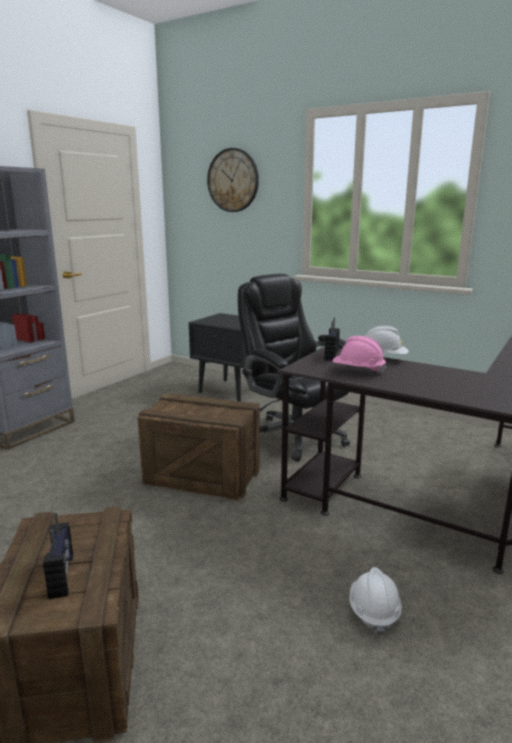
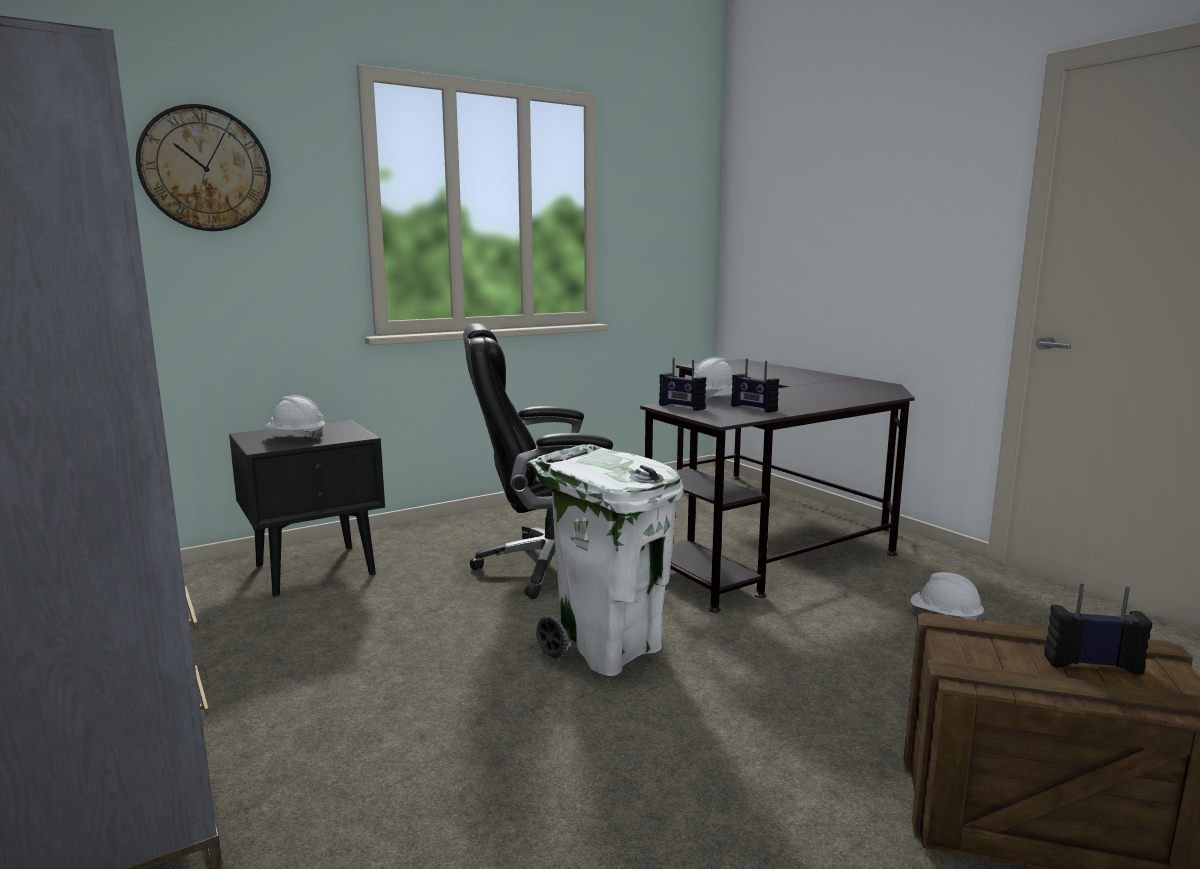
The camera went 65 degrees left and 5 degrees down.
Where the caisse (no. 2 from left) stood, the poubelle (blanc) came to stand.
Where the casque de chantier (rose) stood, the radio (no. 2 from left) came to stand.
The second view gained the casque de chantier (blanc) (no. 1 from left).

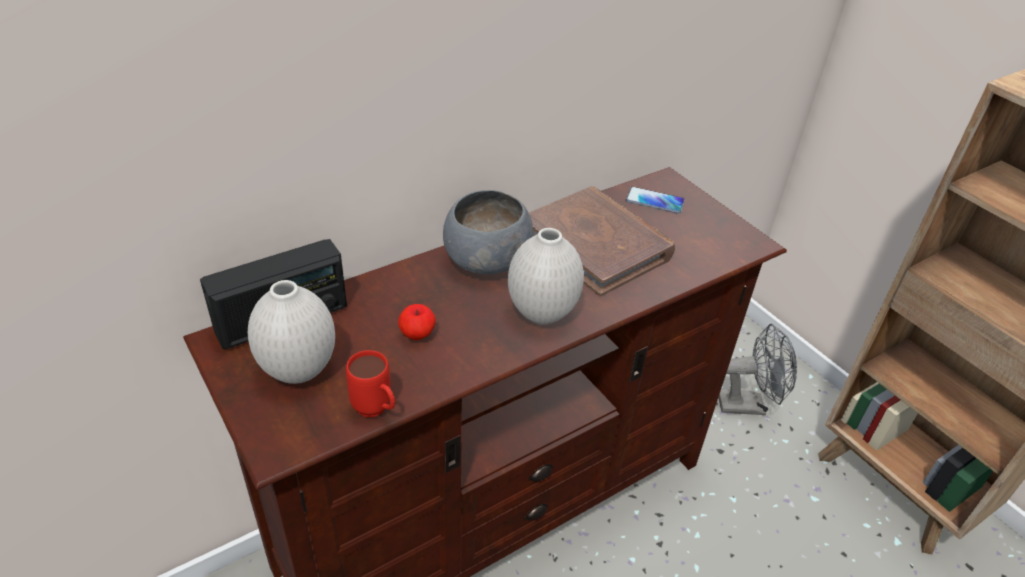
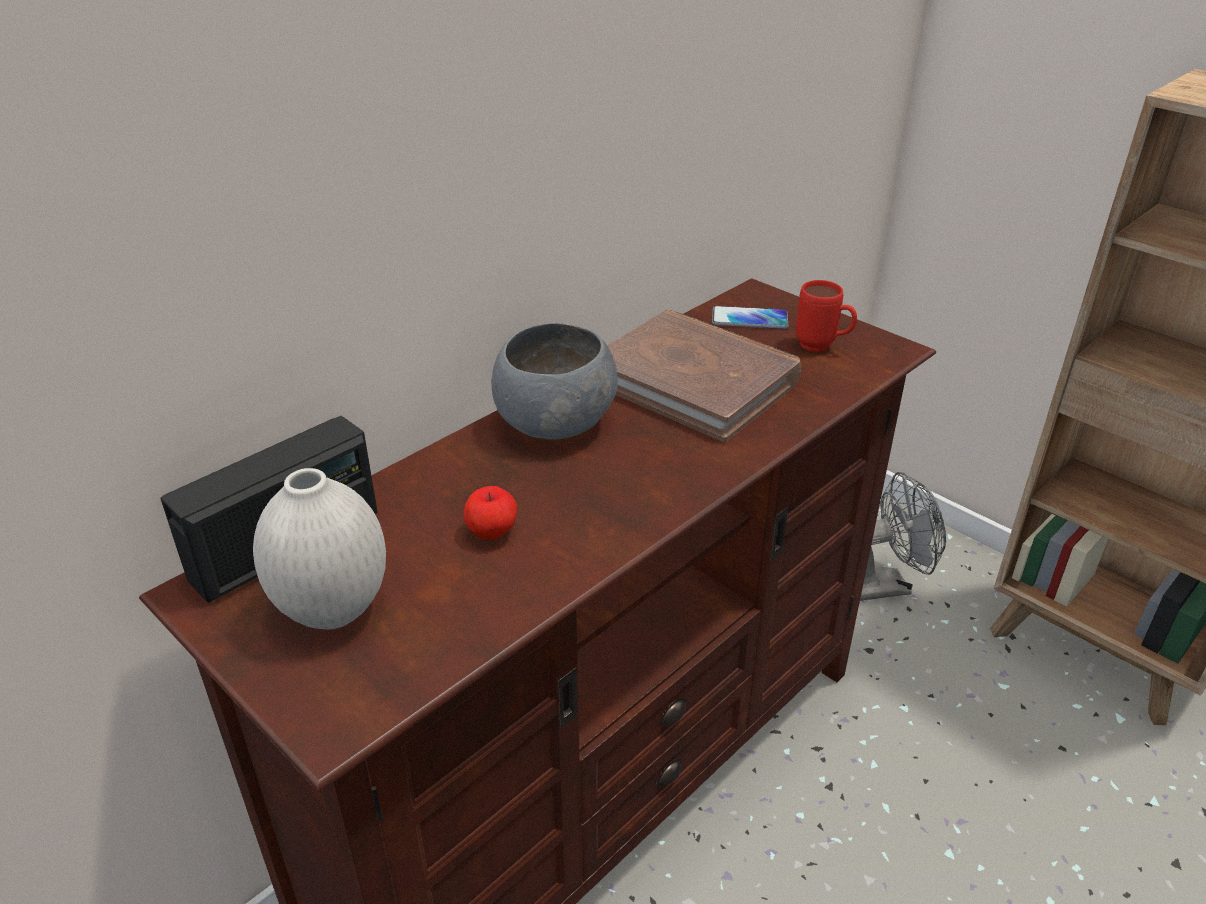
The camera went 10 degrees left and 5 degrees down.
The mug (rouge) ended up elsewhere.
The second view lost the vase (blanc) (no. 2 from left).

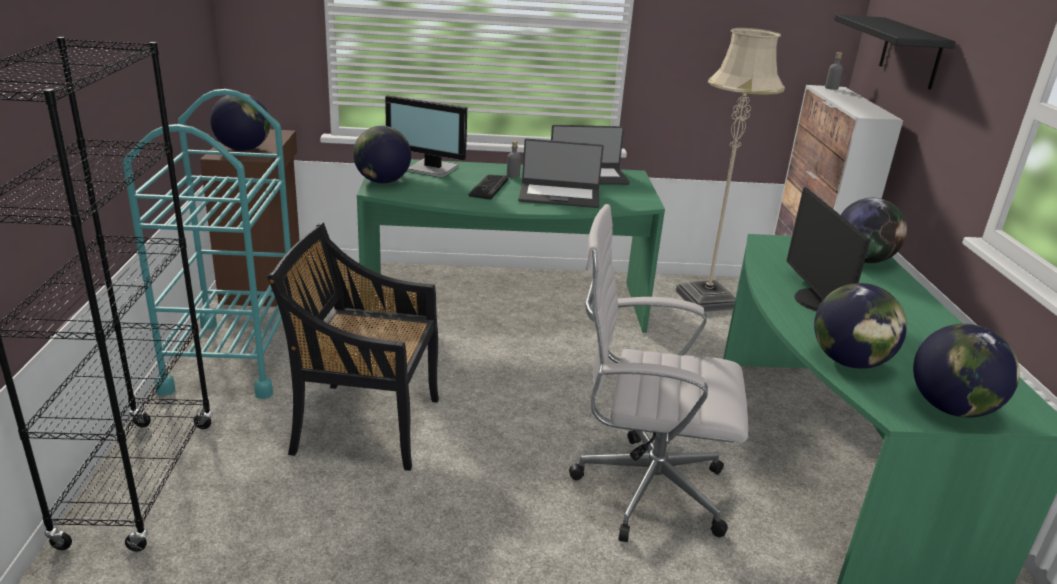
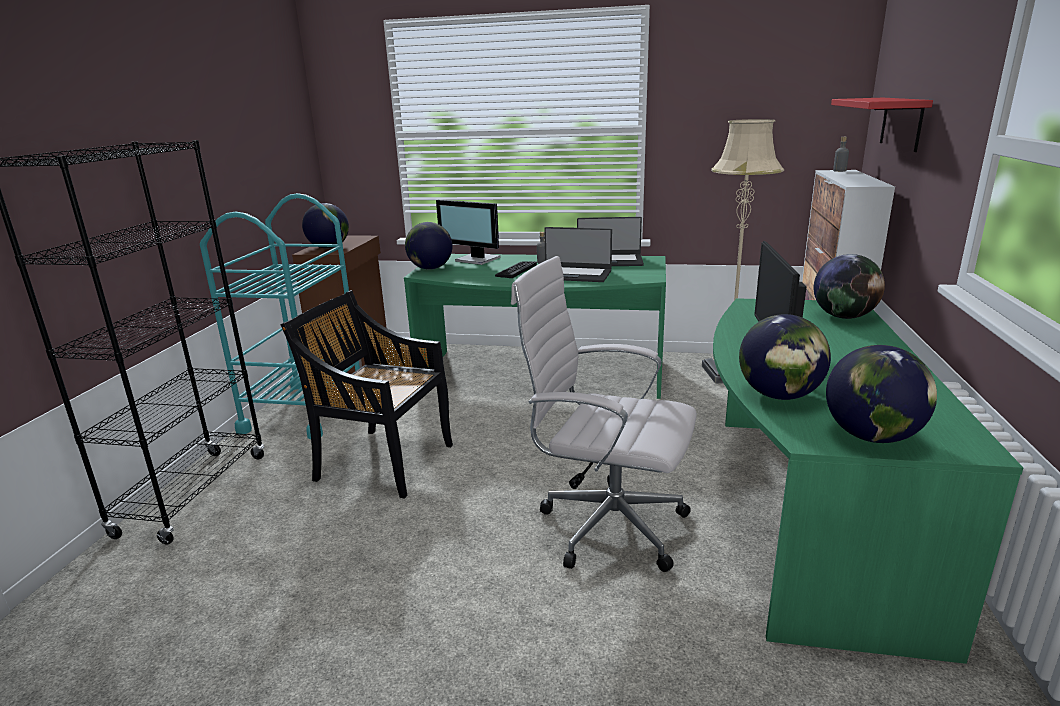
The camera went 15 degrees right and 5 degrees down.
What was the étagère (noir) turned into the étagère (rouge).

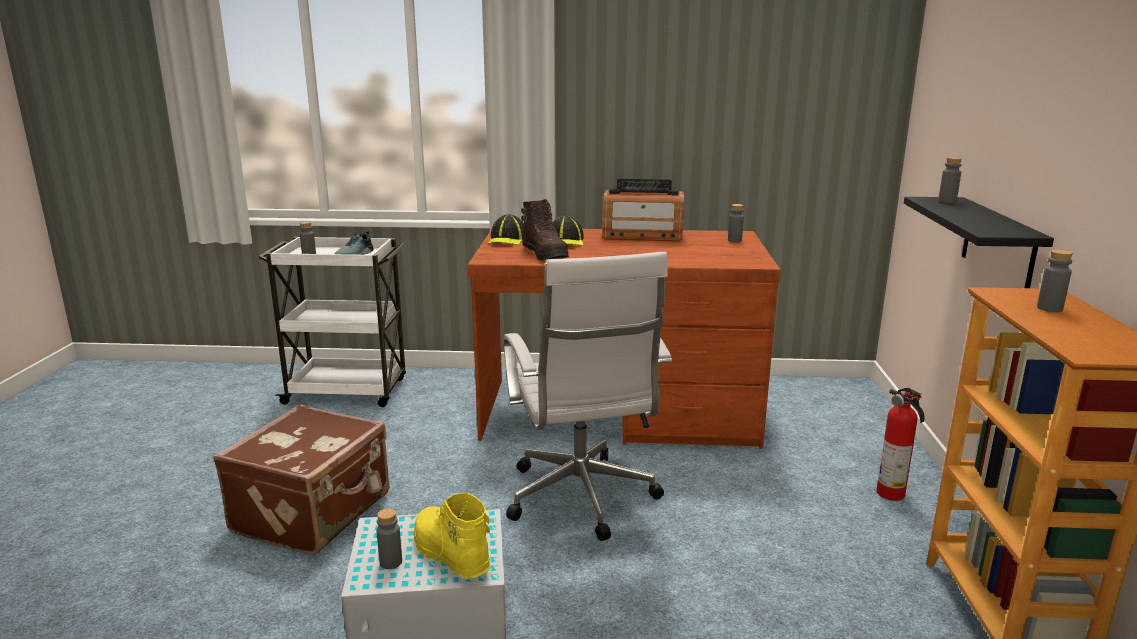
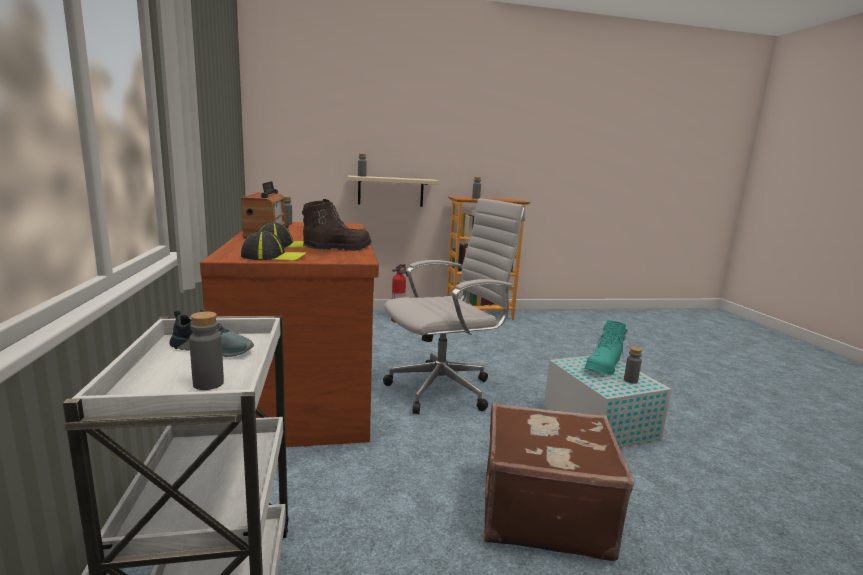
The camera went 105 degrees left and 5 degrees down.
What was the botte (jaune) turned into the botte (turquoise).
What was the étagère (noir) turned into the étagère (beige).

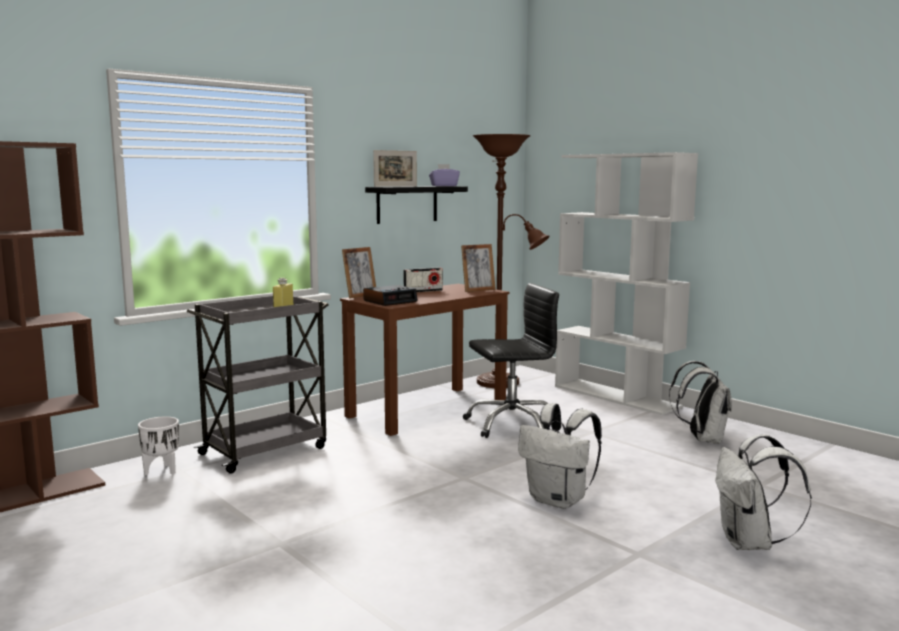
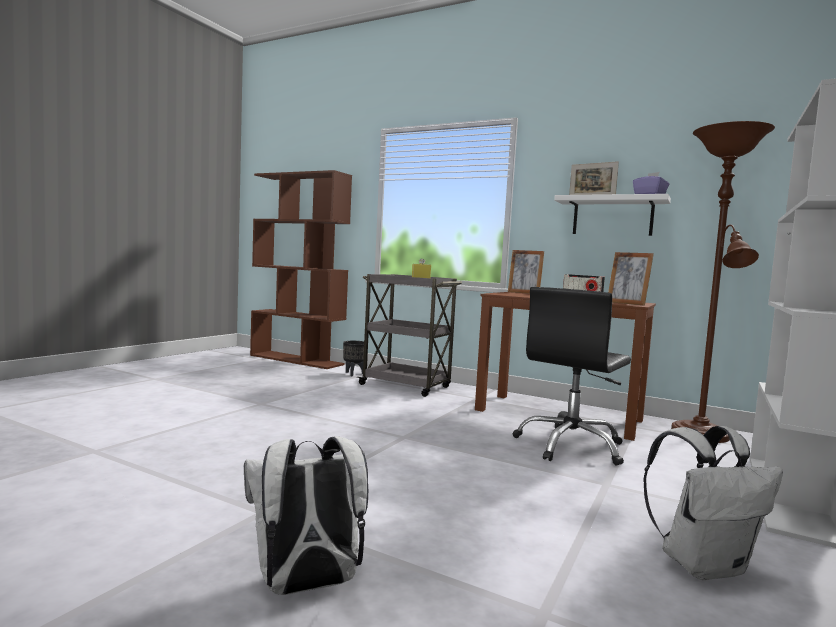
The camera went 70 degrees right and 5 degrees down.
What was the cache-pot (blanc) turned into the cache-pot (noir).
The second view lost the réveil.
What was the étagère (noir) turned into the étagère (blanc).
The chaise de bureau (noir) ended up facing another way, 75 degrees clockwise from before.
The second view lost the sac à dos (blanc) (no. 1 from left).

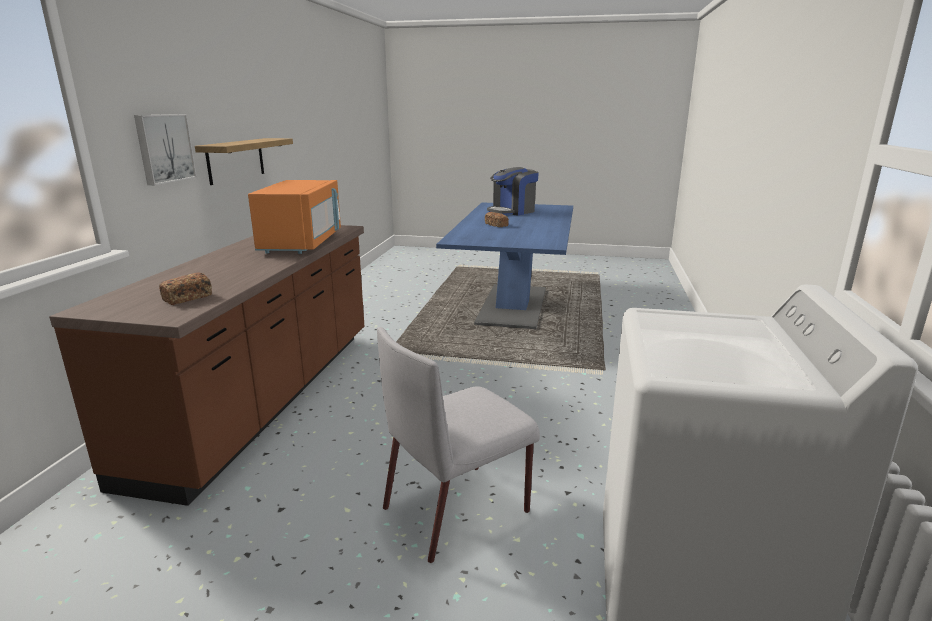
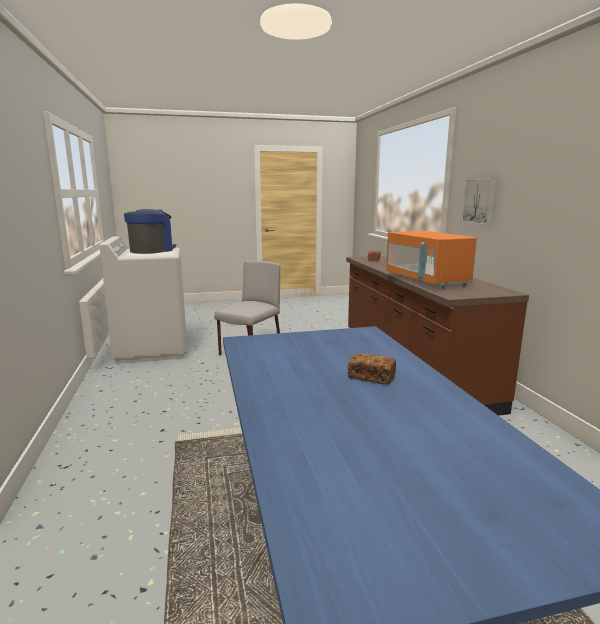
The camera went 155 degrees right and 5 degrees down.
The second view lost the étagère.
The machine à café ended up elsewhere.

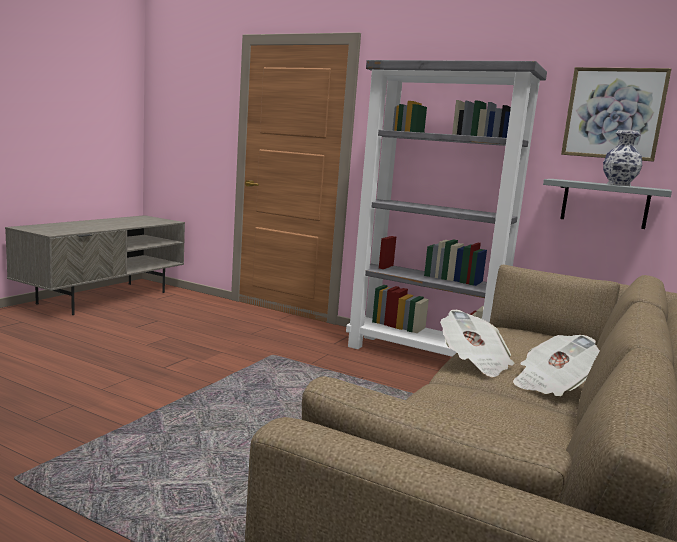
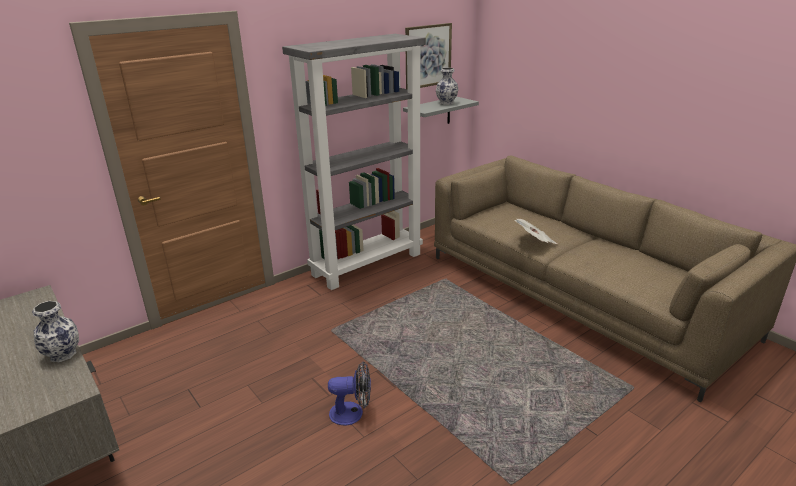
The camera went 65 degrees left and 15 degrees up.
The second view lost the journal (no. 2 from left).
The second view gained the vase (no. 1 from left).
The second view gained the ventilateur.

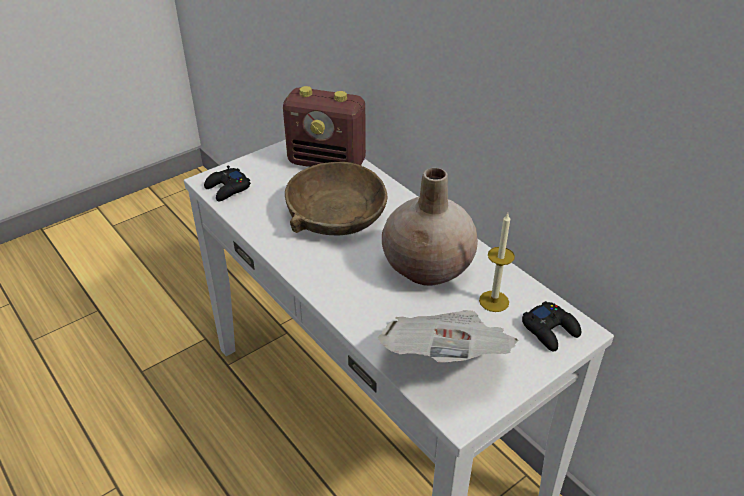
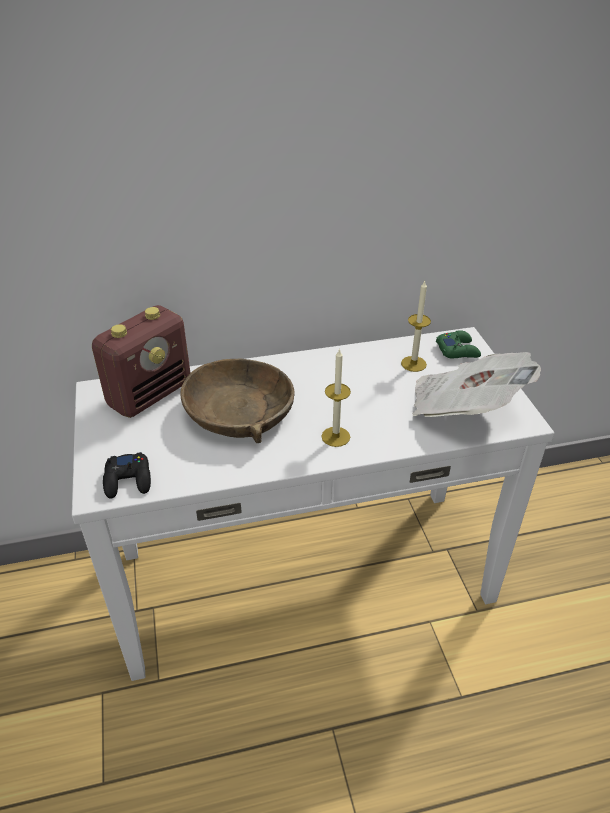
The camera went 65 degrees left and 0 degrees up.
The second view lost the vase (beige).
What was the manette (noir) (no. 2 from left) turned into the manette (vert).
The second view gained the bougie (no. 1 from left).

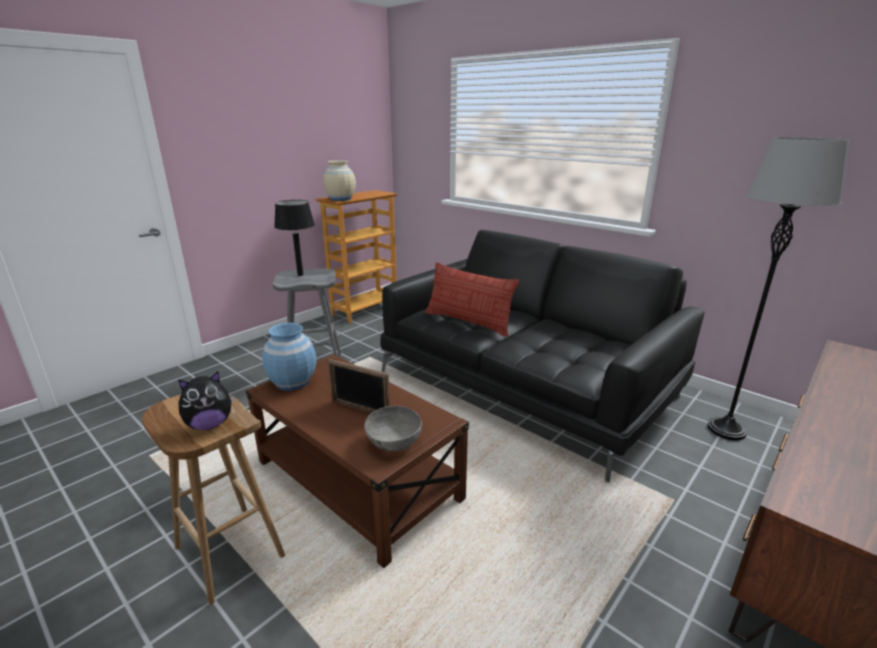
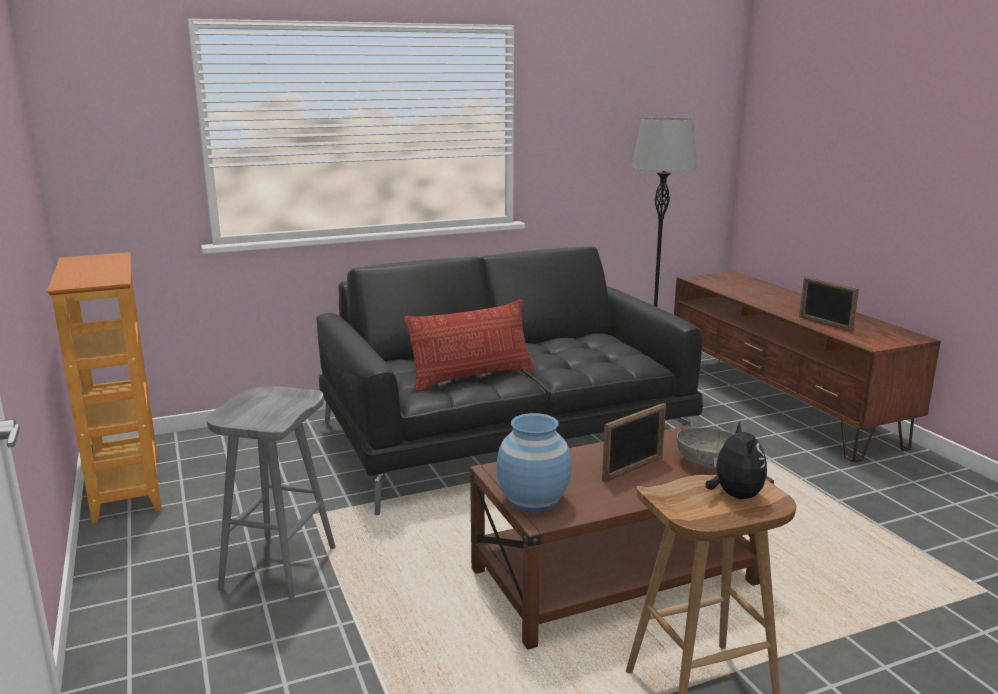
The camera went 65 degrees left and 5 degrees down.
The second view lost the lampe de table (noir).
The second view lost the vase (beige).
The second view gained the cadre photo (no. 2 from left).

